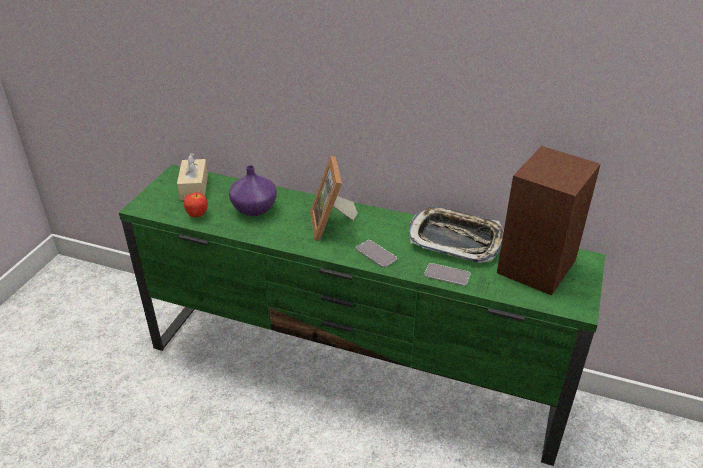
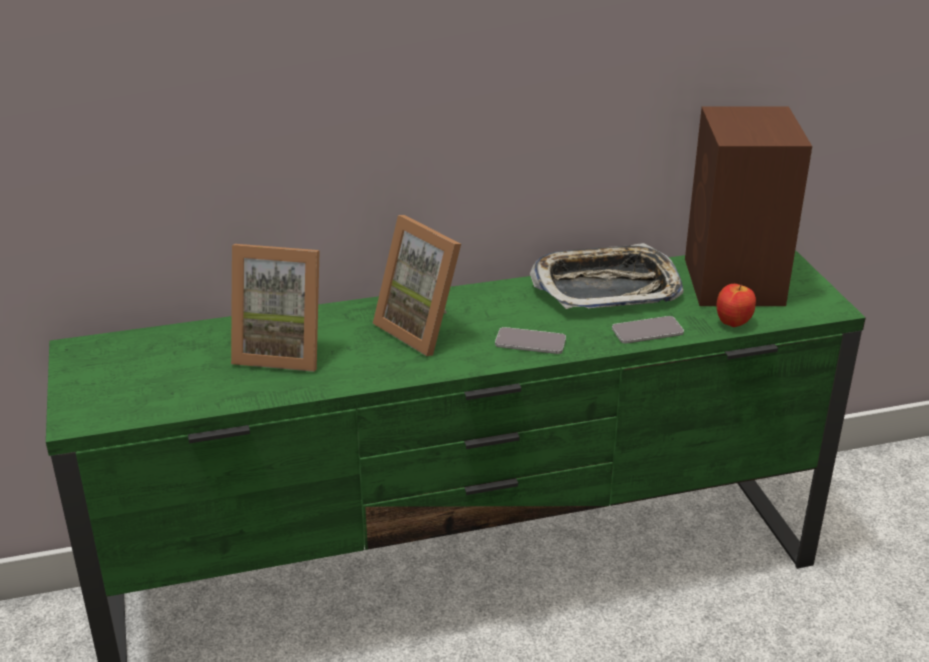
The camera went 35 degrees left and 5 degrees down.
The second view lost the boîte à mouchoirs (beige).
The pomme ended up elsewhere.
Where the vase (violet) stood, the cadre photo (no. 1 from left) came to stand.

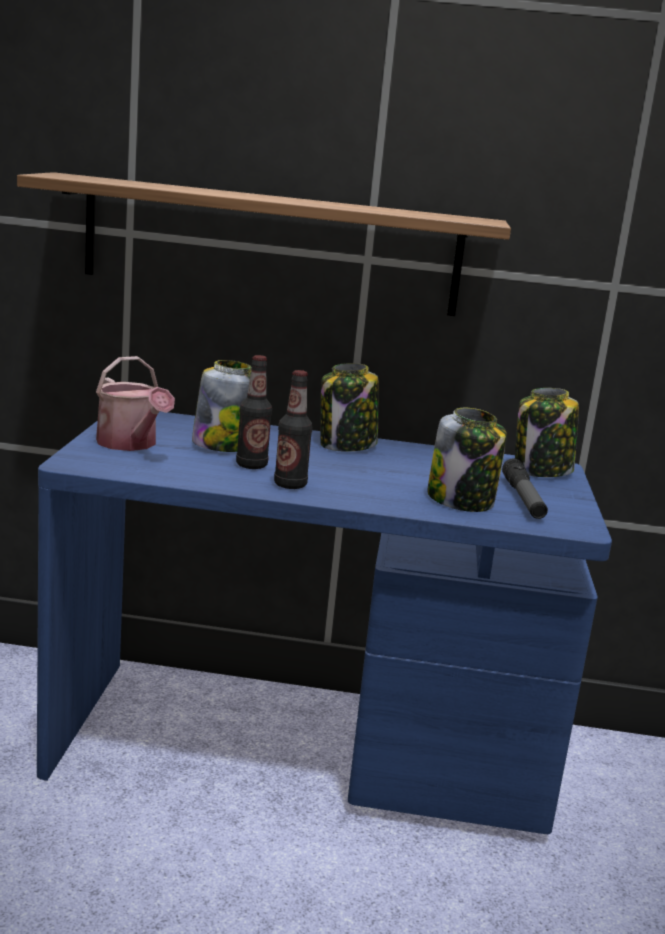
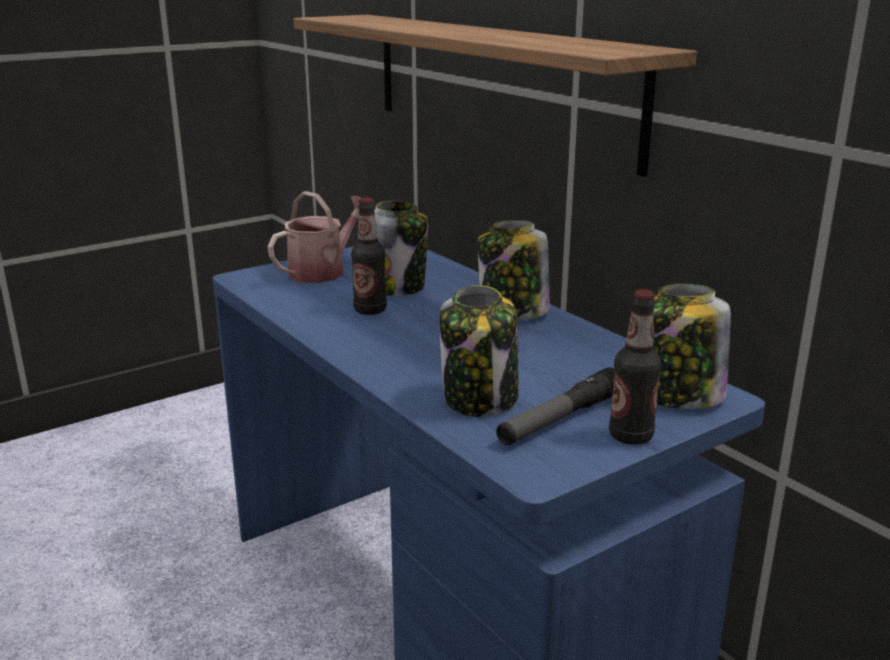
The camera went 50 degrees right and 5 degrees up.
The arrosoir ended up facing another way, 150 degrees counterclockwise from before.
The bouteille (no. 2 from left) ended up elsewhere.

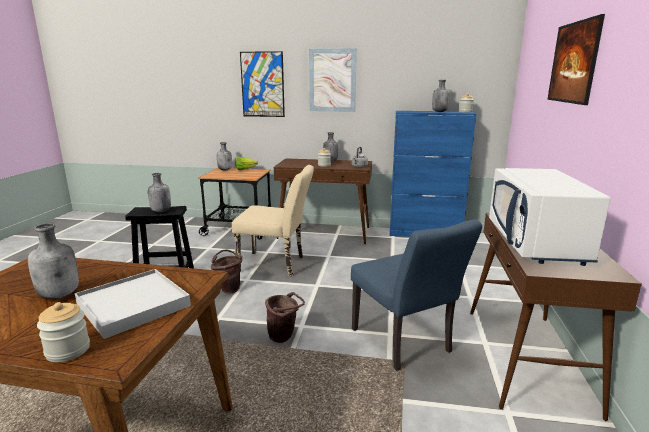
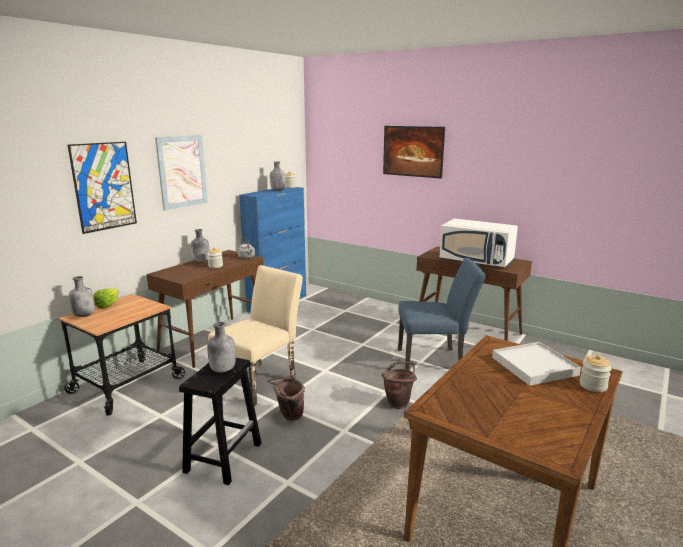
The camera went 65 degrees left and 0 degrees up.
The second view lost the bouteille (gris) (no. 1 from left).

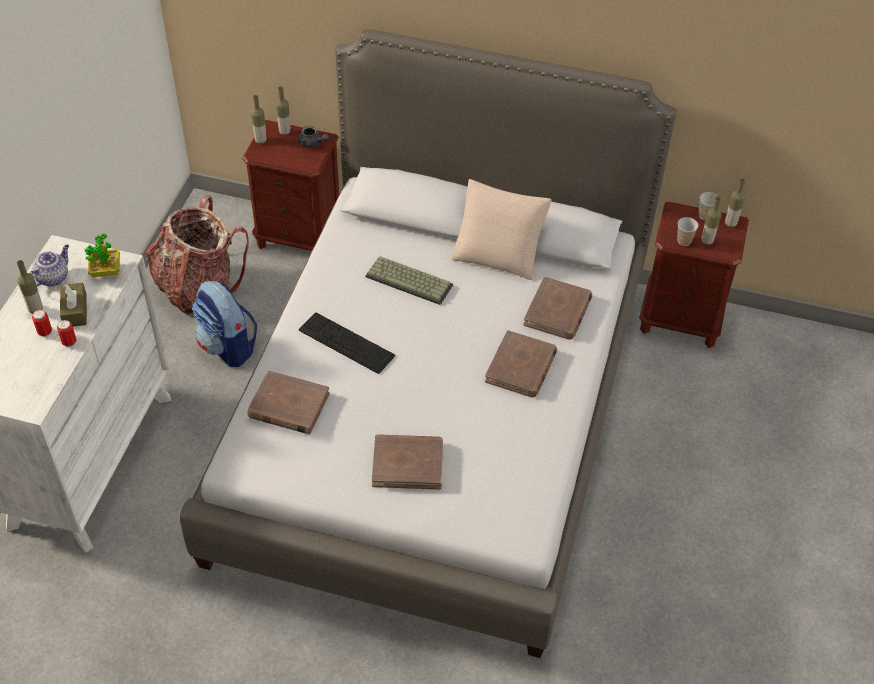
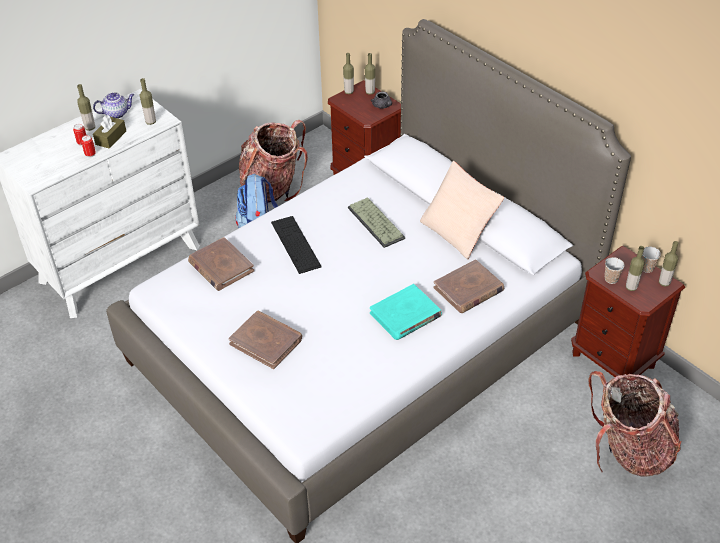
The camera went 35 degrees right and 5 degrees down.
Where the plante en pot stood, the bouteille (no. 2 from left) came to stand.
What was the livre (marron) (no. 3 from left) turned into the livre (turquoise).
The second view gained the sac à dos (no. 3 from left).

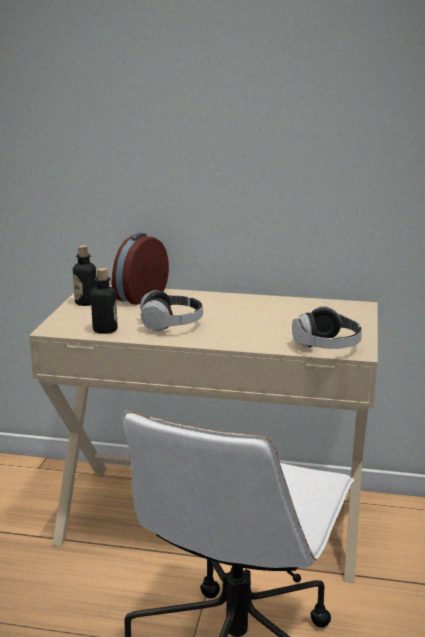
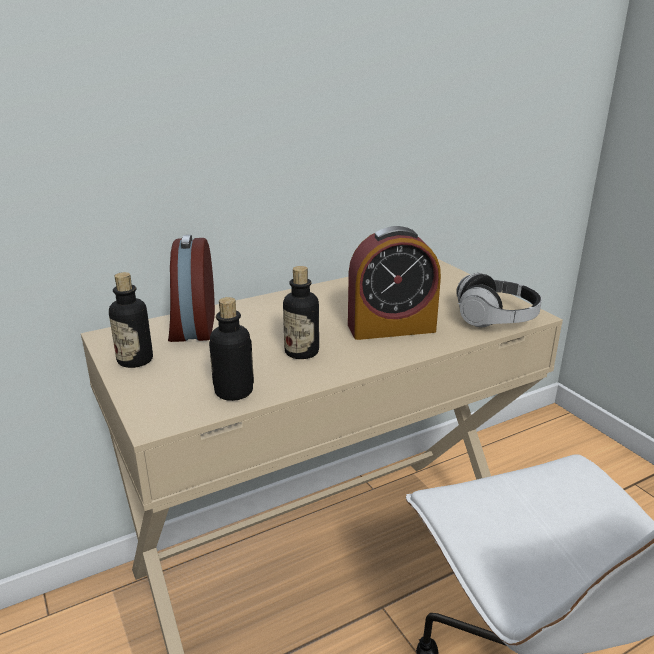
The camera went 40 degrees left and 5 degrees up.
Where the casque audio (no. 1 from left) stood, the bouteille (no. 3 from left) came to stand.
The second view gained the réveil (no. 2 from left).

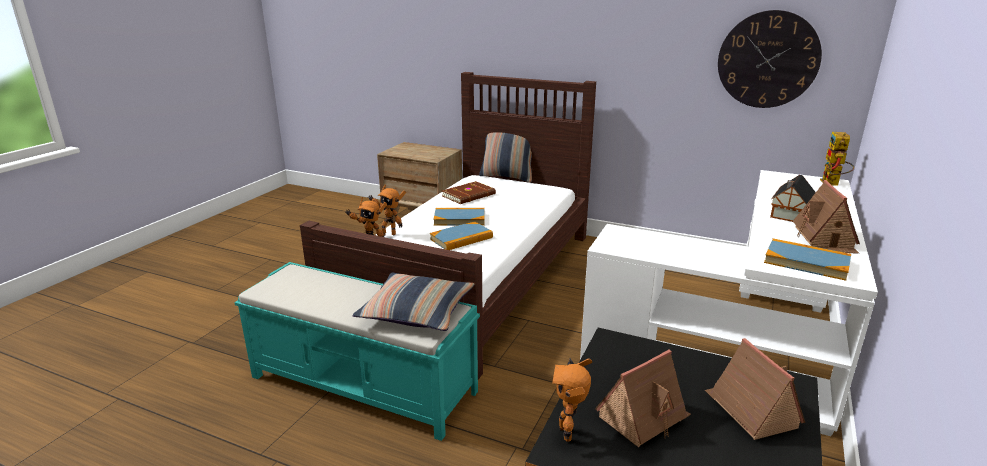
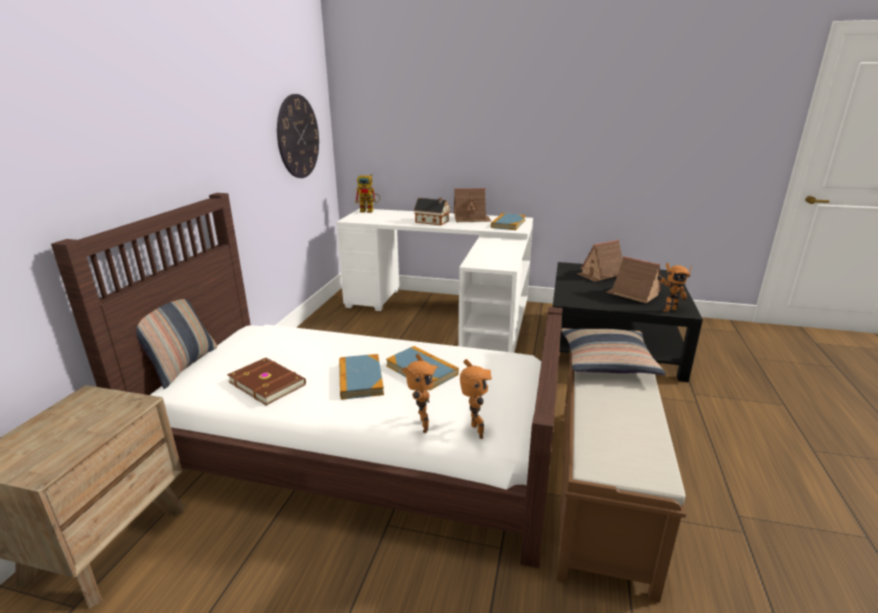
The camera went 100 degrees left and 0 degrees up.
What was the banc (turquoise) turned into the banc (marron).

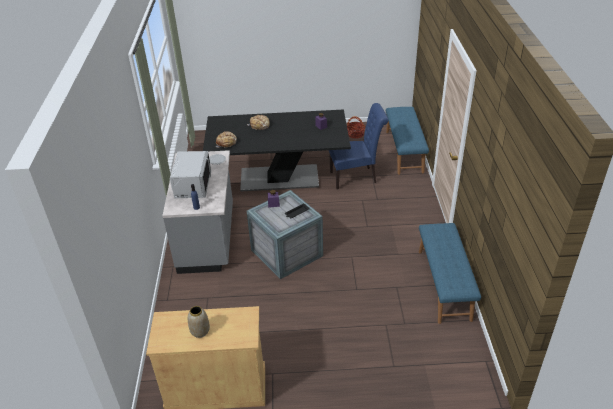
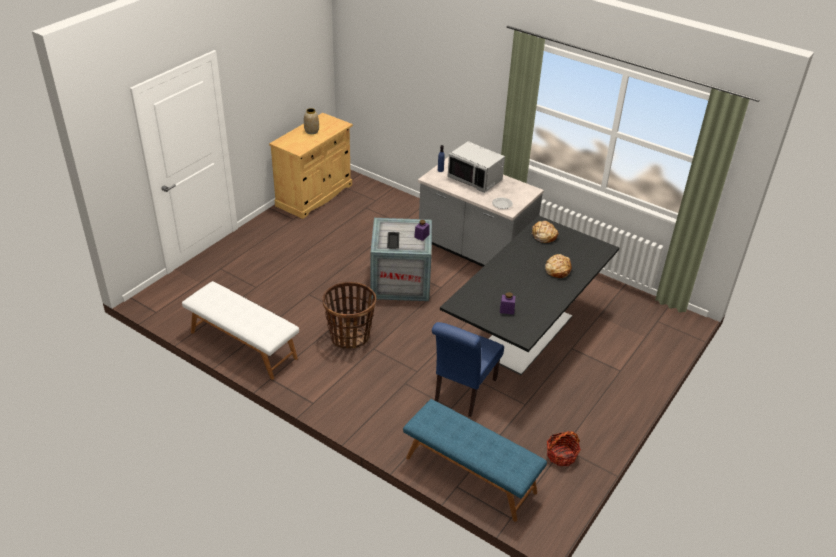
The camera went 125 degrees right and 0 degrees up.
What was the banc (bleu) (no. 2 from left) turned into the banc (blanc).
The second view gained the panier (no. 1 from left).

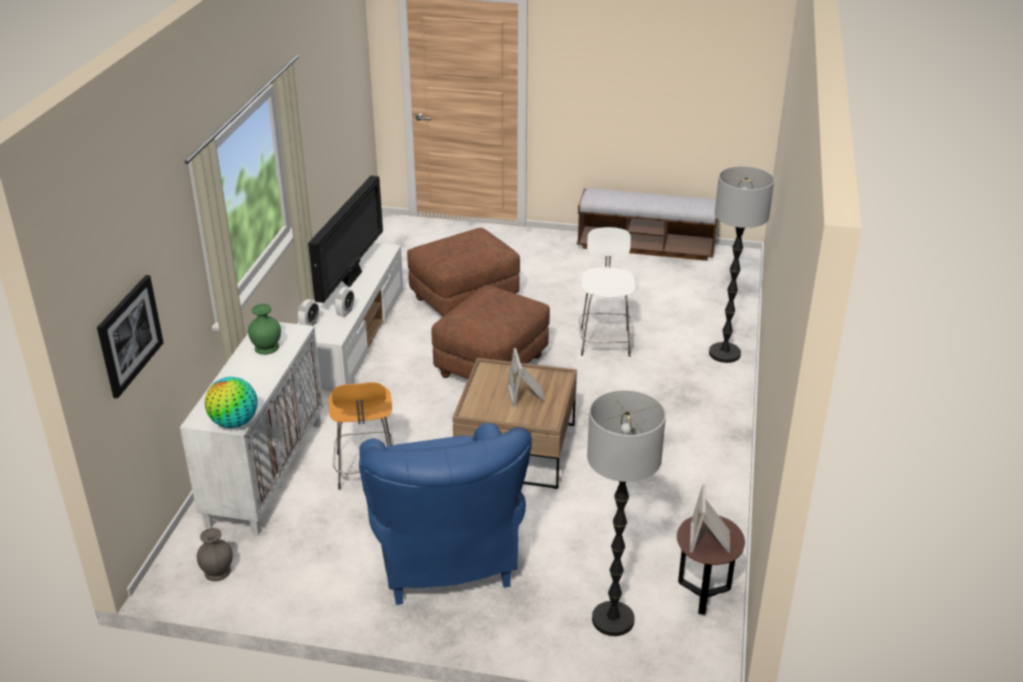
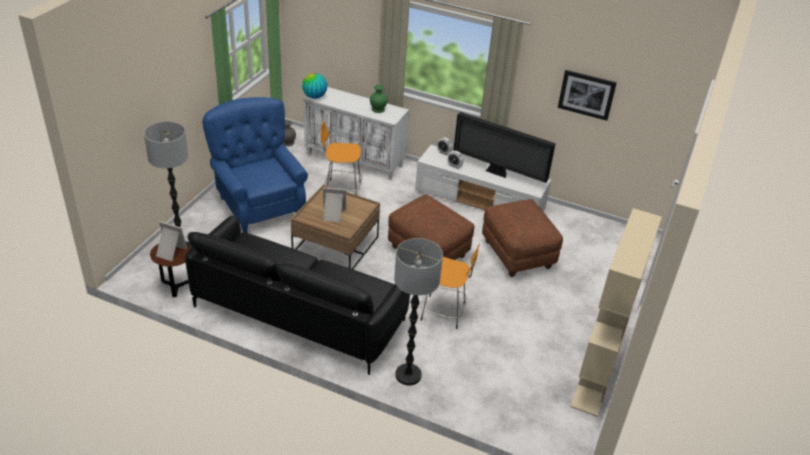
The camera went 100 degrees right and 5 degrees up.
The tableau ended up elsewhere.
The fauteuil (bleu) ended up facing another way, 60 degrees clockwise from before.
Where the banc stood, the bibliothèque (beige) came to stand.
What was the tabouret (blanc) turned into the tabouret (orange) (no. 2 from left).
The second view gained the canapé (noir).

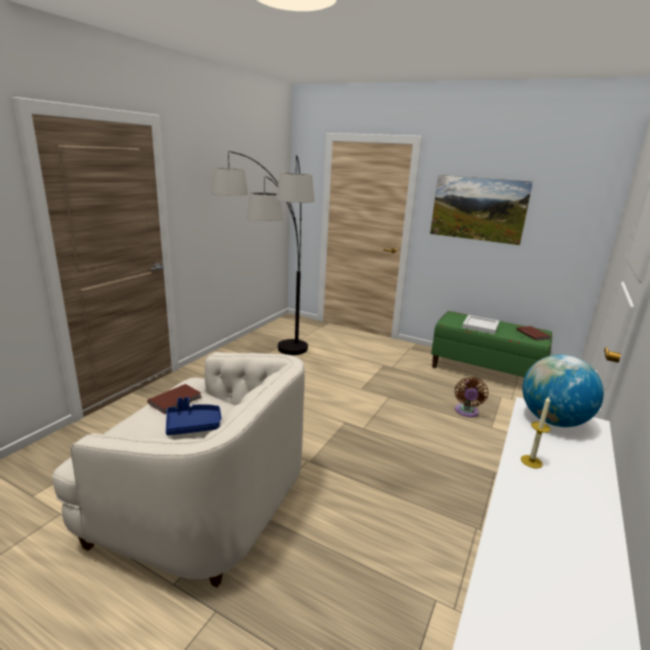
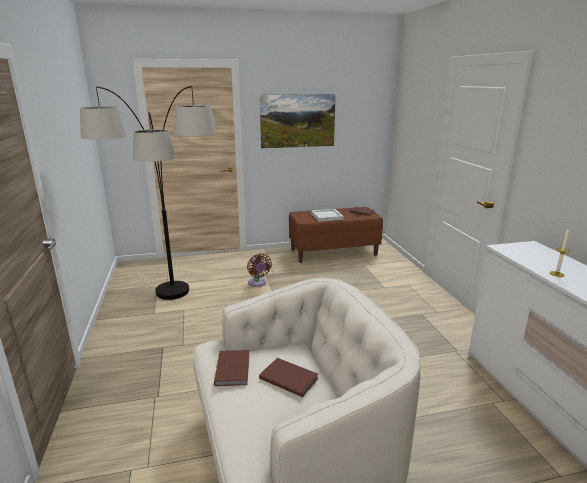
The camera went 40 degrees left and 0 degrees up.
Where the plateau (bleu) stood, the livre (marron) (no. 2 from left) came to stand.
What was the banc (vert) turned into the banc (marron).
The ventilateur (marron) ended up elsewhere.
The second view lost the globe.

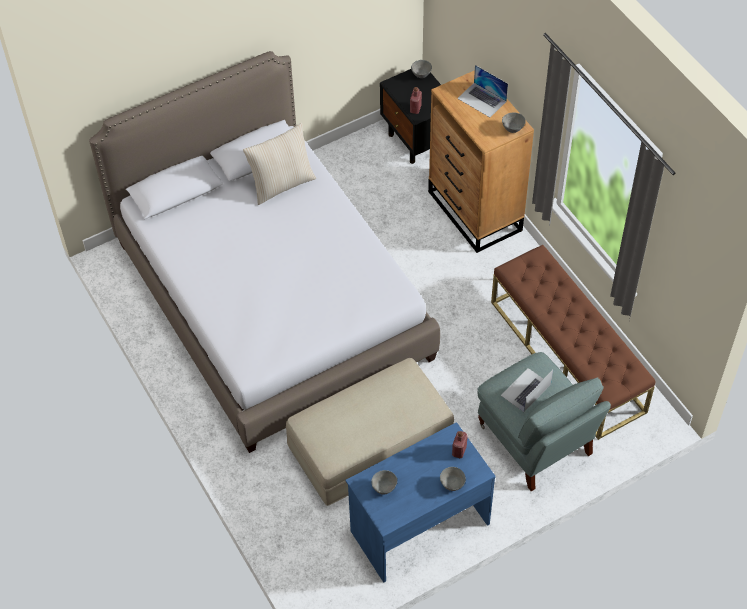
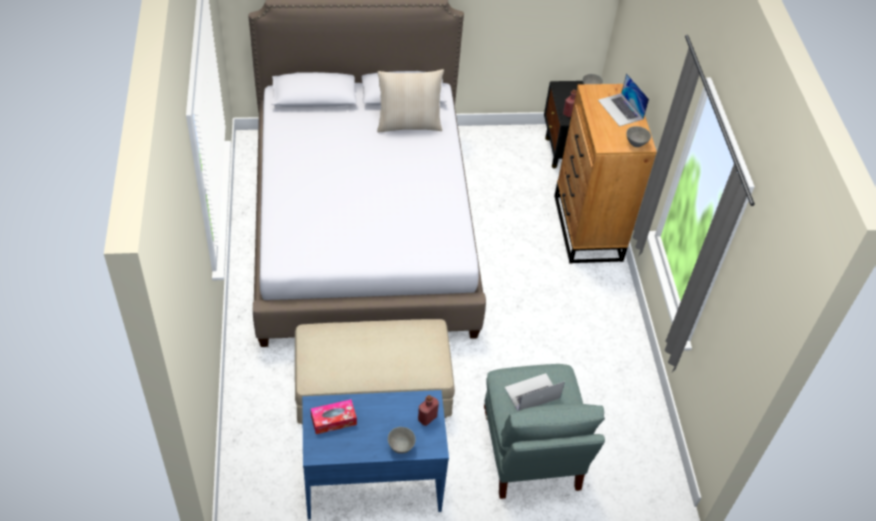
The camera went 20 degrees right and 5 degrees down.
Where the bol (gris) (no. 1 from left) stood, the boîte à mouchoirs came to stand.
The second view lost the banc (marron).

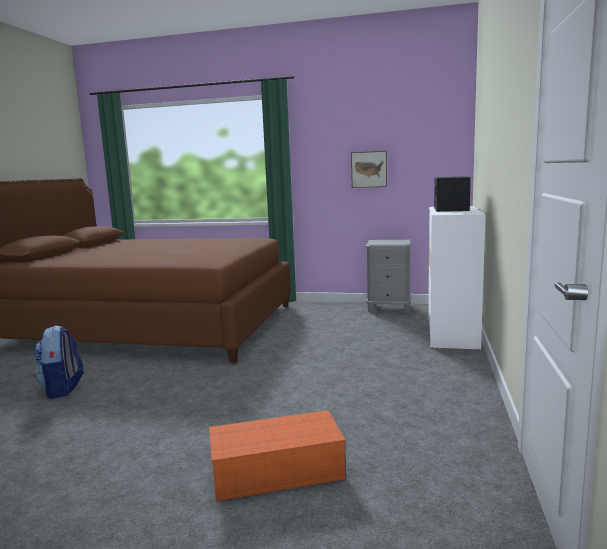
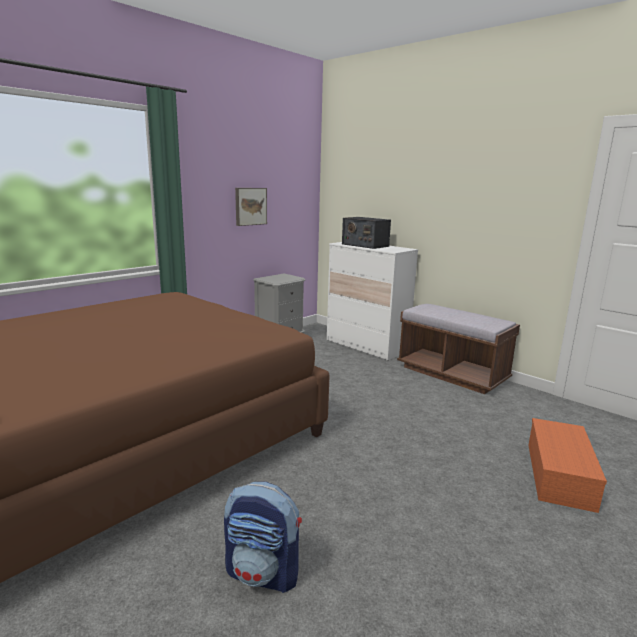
The camera went 60 degrees left and 5 degrees up.
The second view gained the banc (marron).

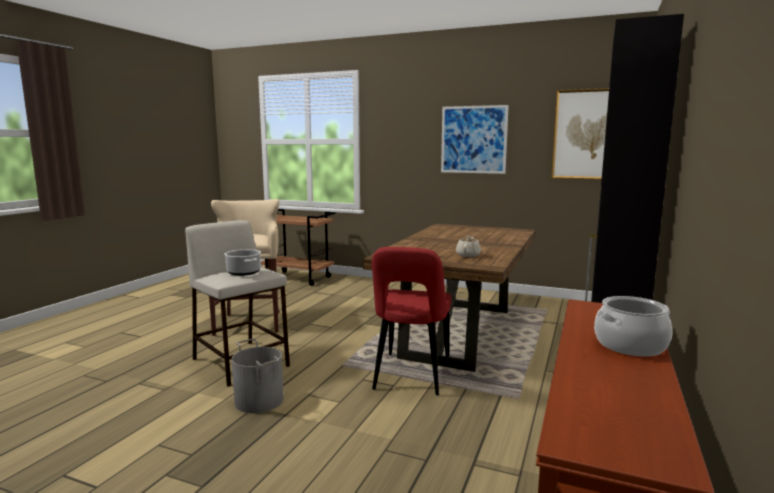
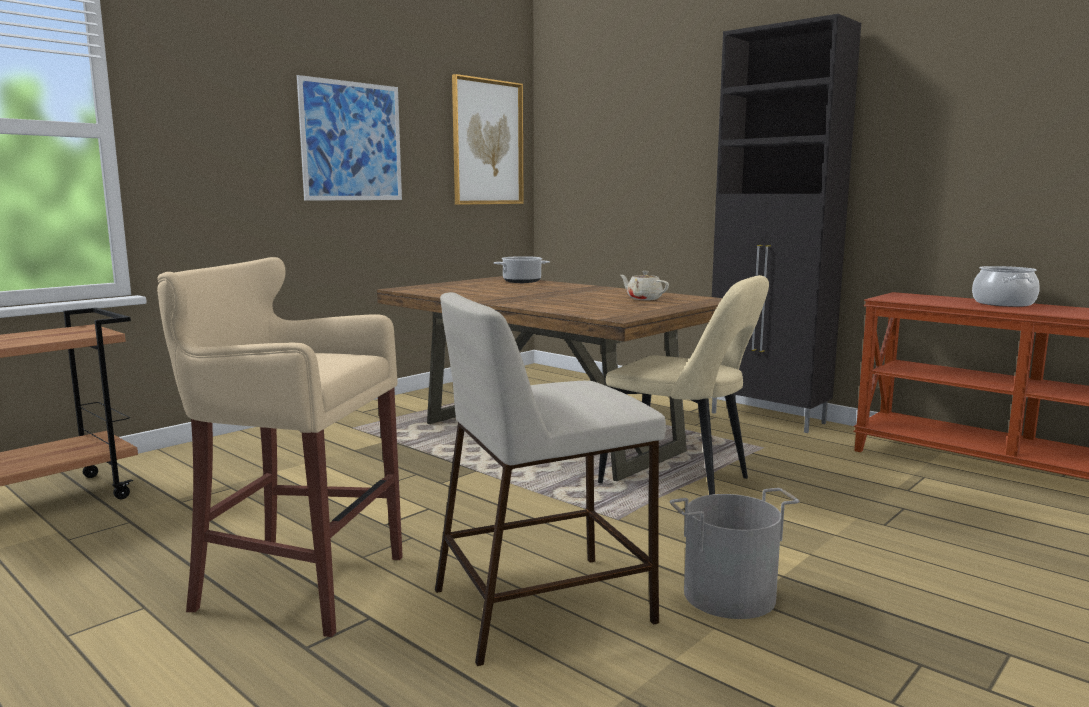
The camera went 70 degrees left and 0 degrees up.
The marmite (no. 1 from left) ended up elsewhere.
What was the chaise (rouge) turned into the chaise (beige).

